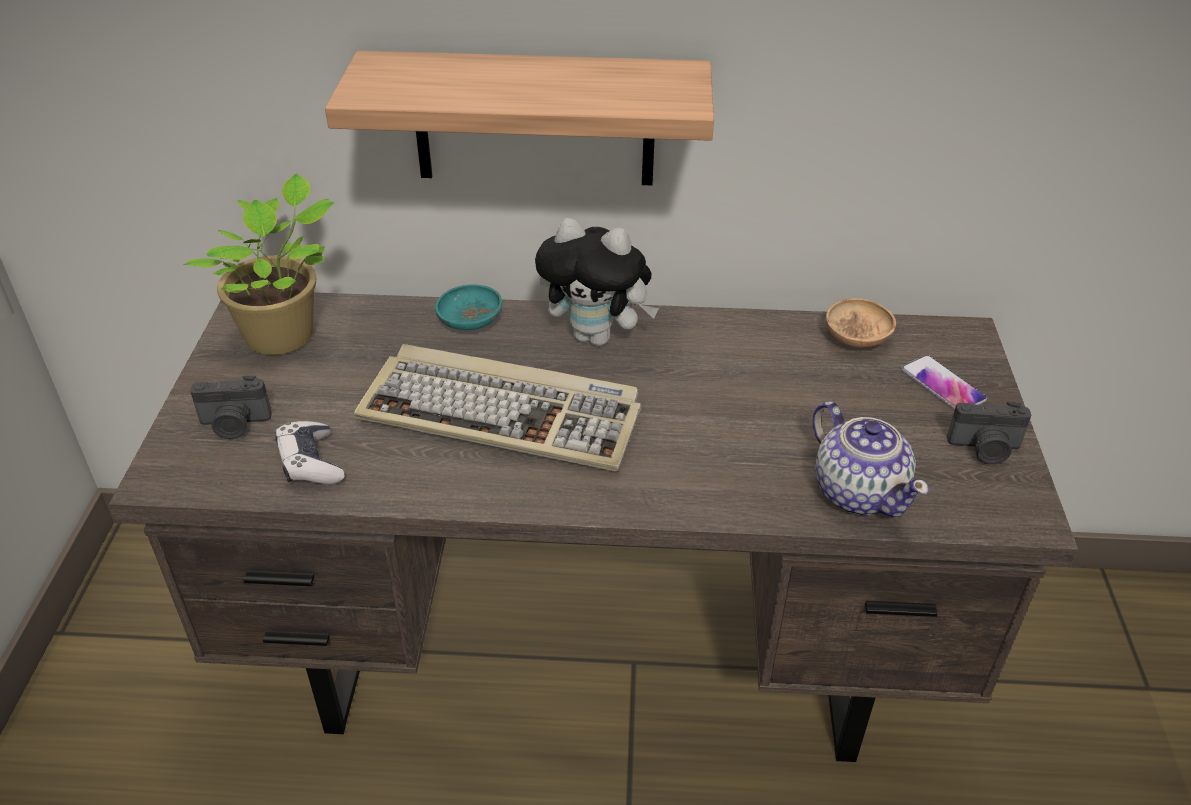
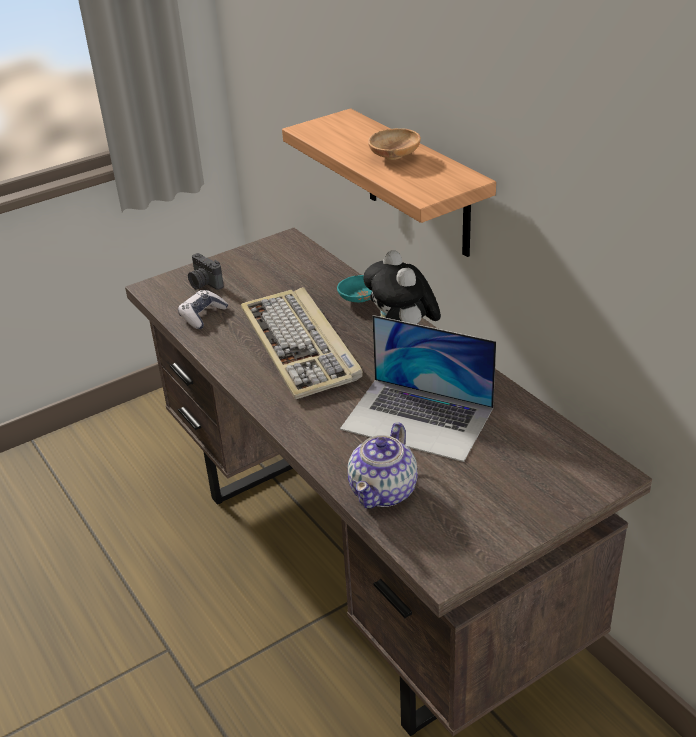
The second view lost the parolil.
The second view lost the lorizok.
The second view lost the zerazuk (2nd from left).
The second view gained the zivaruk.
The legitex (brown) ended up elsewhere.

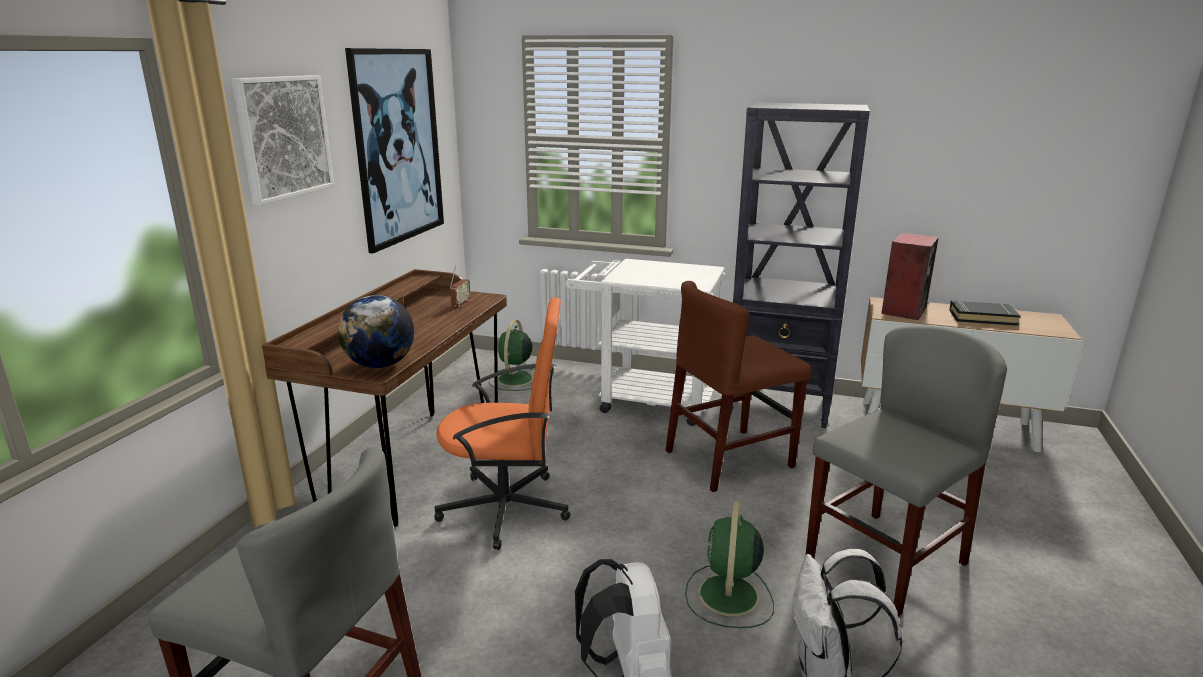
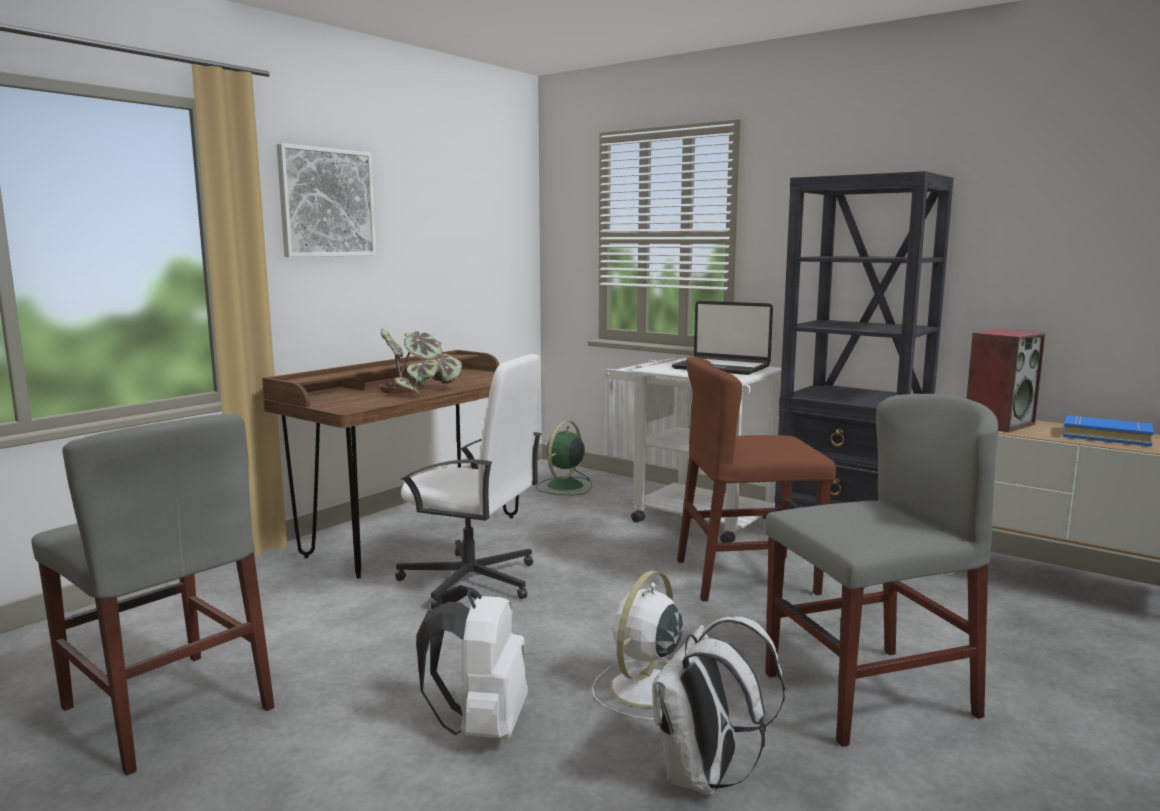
The second view lost the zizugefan.
The second view lost the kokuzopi (2nd from left).
The second view lost the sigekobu.
The second view gained the parolil.
The second view gained the zivaruk.
What was the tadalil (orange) turned into the tadalil (white).
What was the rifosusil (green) (2nd from left) turned into the rifosusil (white).
What was the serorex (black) turned into the serorex (blue).

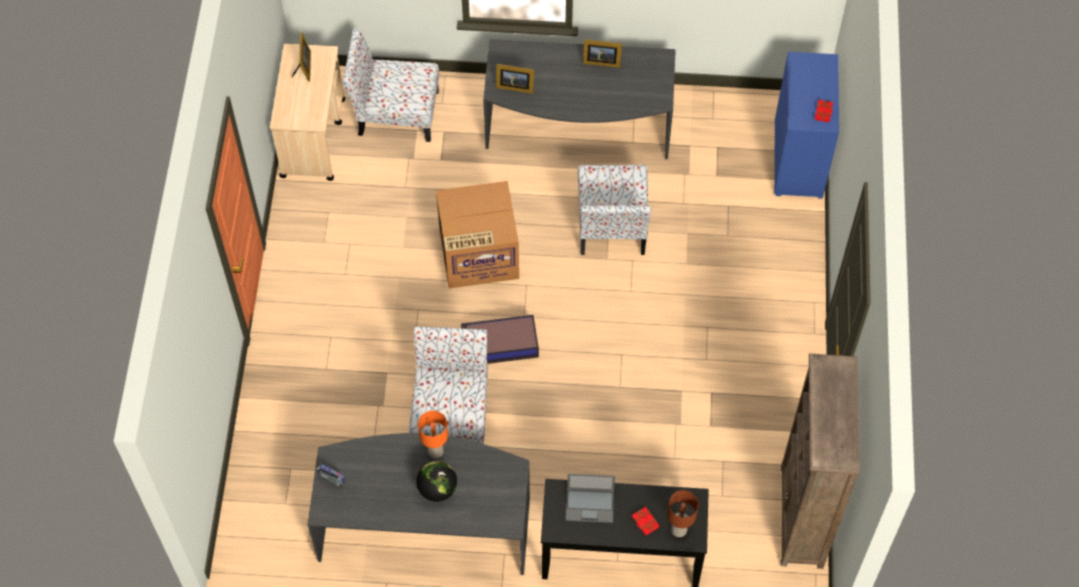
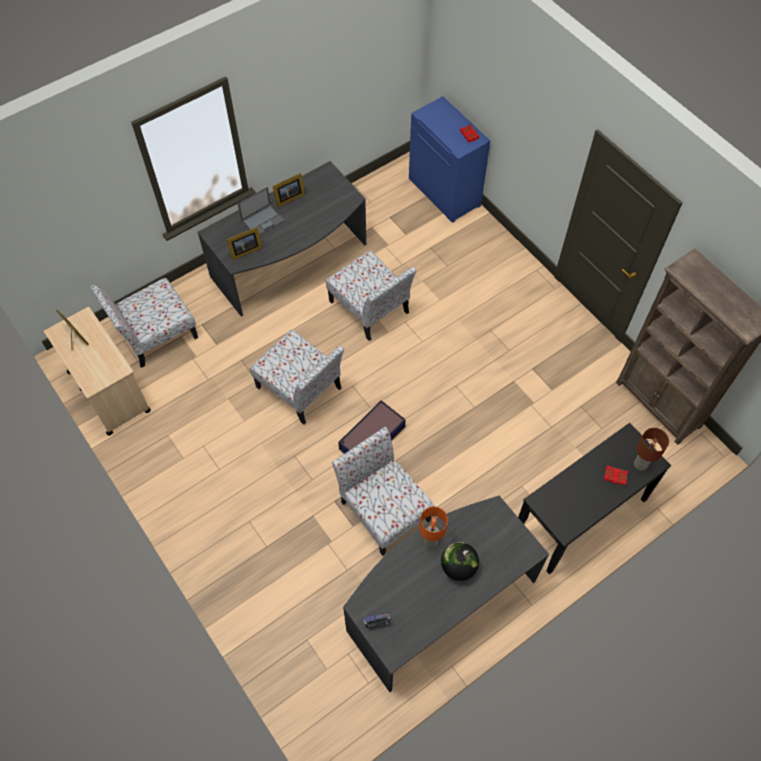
The zivaruk ended up elsewhere.
Where the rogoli stood, the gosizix (2nd from left) came to stand.

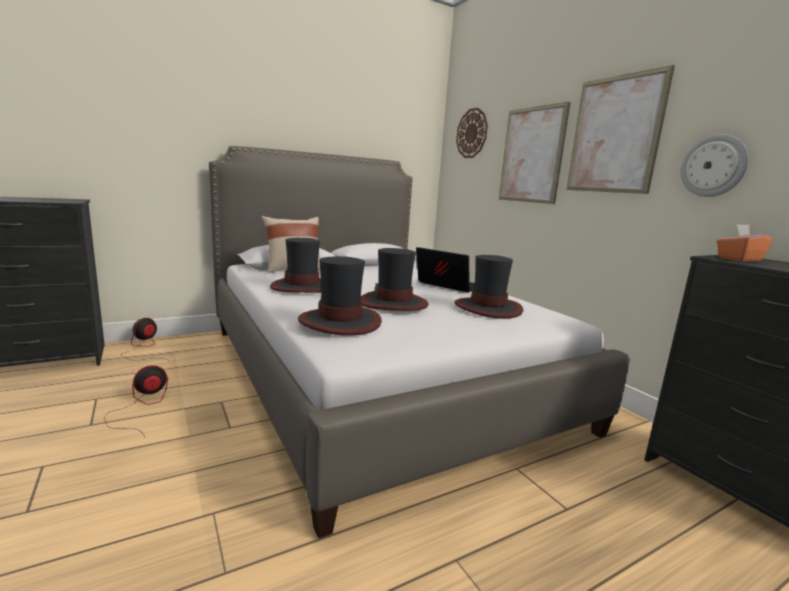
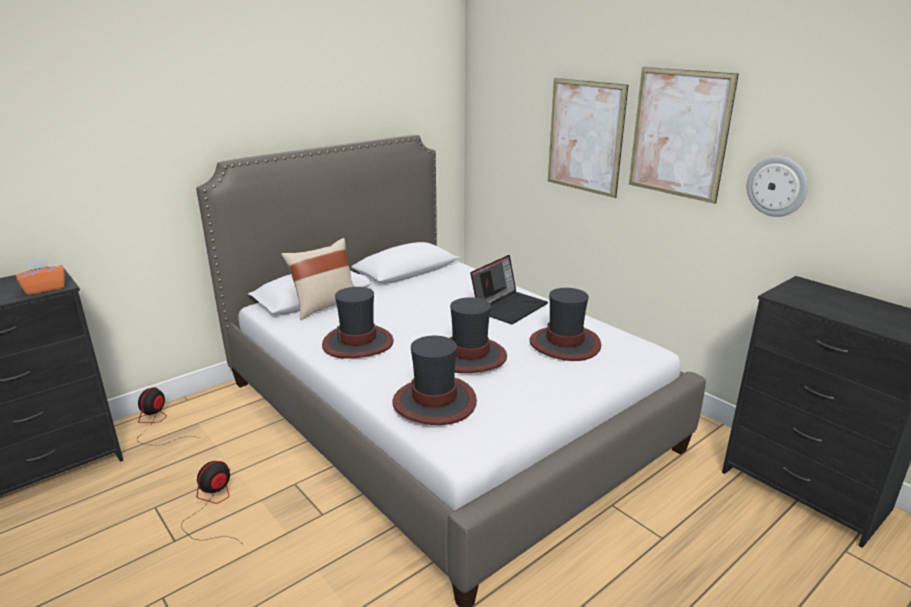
The second view lost the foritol (1st from left).
The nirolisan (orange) ended up elsewhere.
The zivaruk ended up facing another way, 105 degrees clockwise from before.

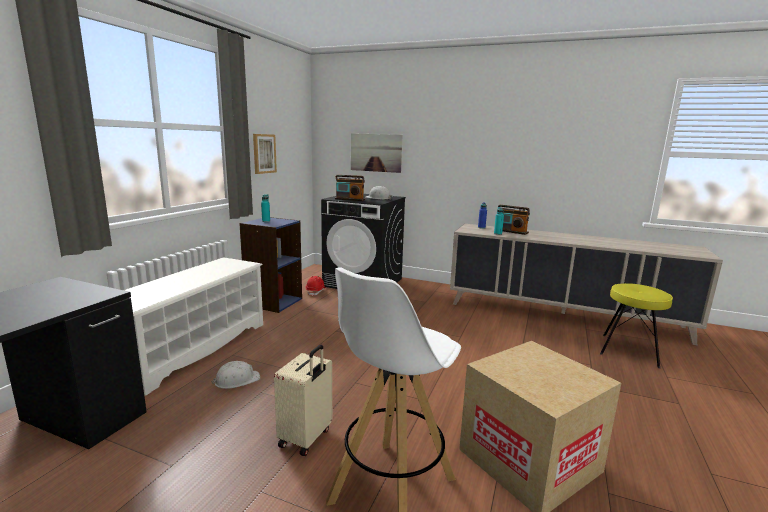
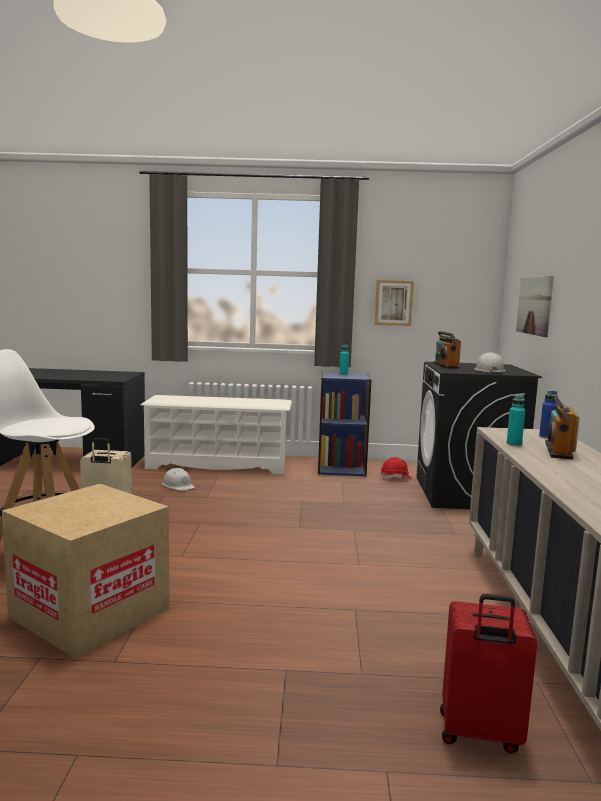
Where the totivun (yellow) stood, the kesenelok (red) came to stand.

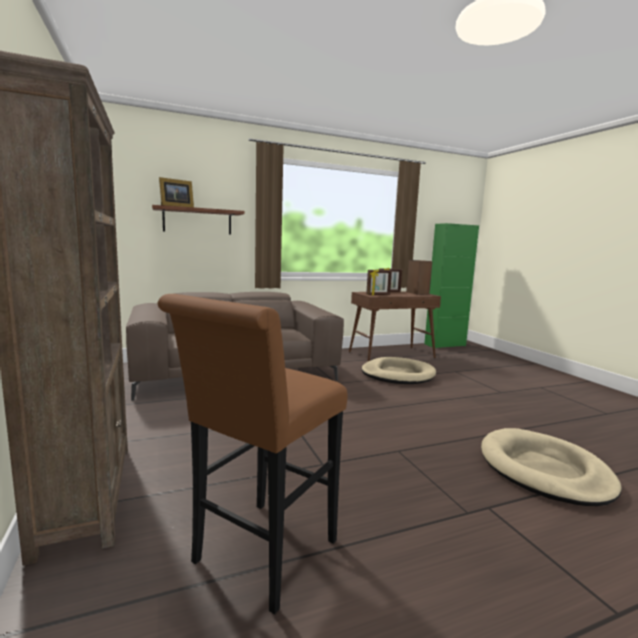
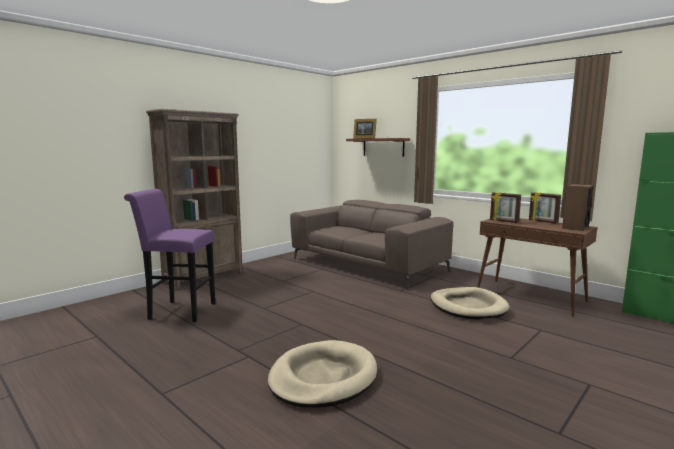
What was the totivun (brown) turned into the totivun (purple).

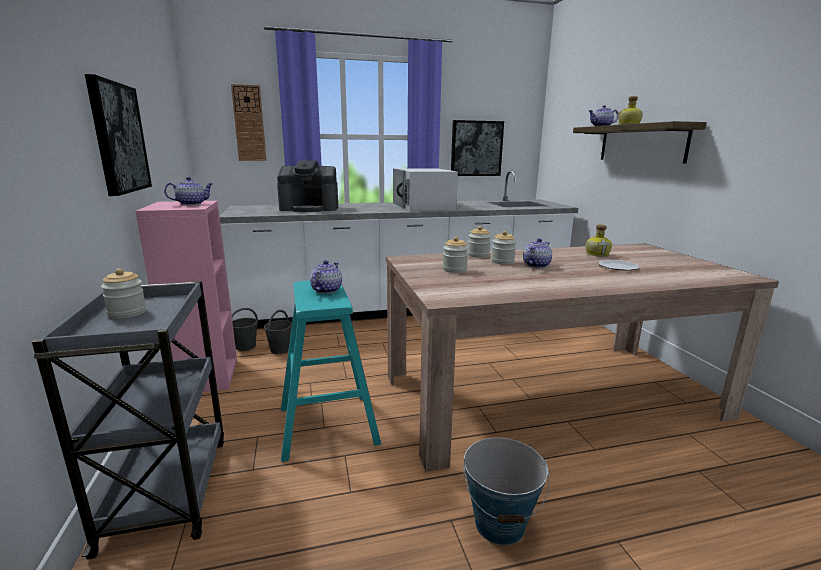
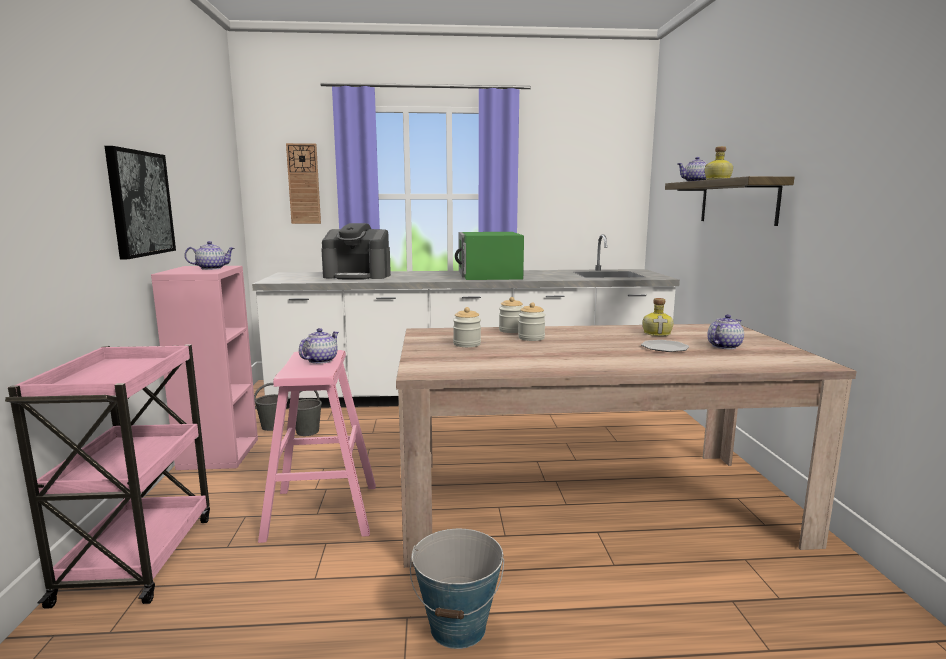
The second view lost the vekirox (1st from left).
The second view lost the kokuzopi (2nd from left).
The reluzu (3rd from left in the first image) ended up elsewhere.
What was the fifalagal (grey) turned into the fifalagal (pink).
What was the totivun (turquoise) turned into the totivun (pink).
What was the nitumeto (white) turned into the nitumeto (green).

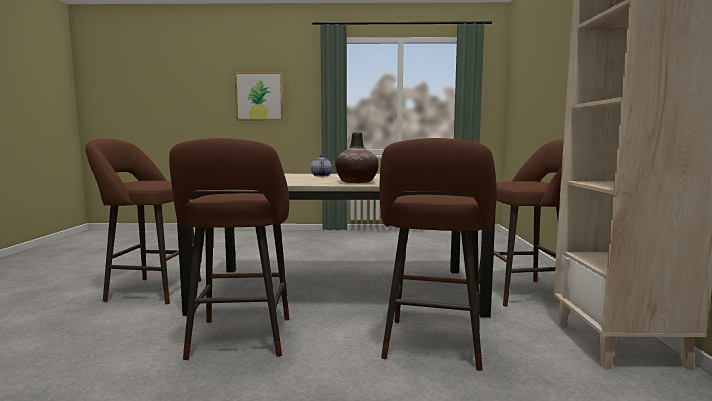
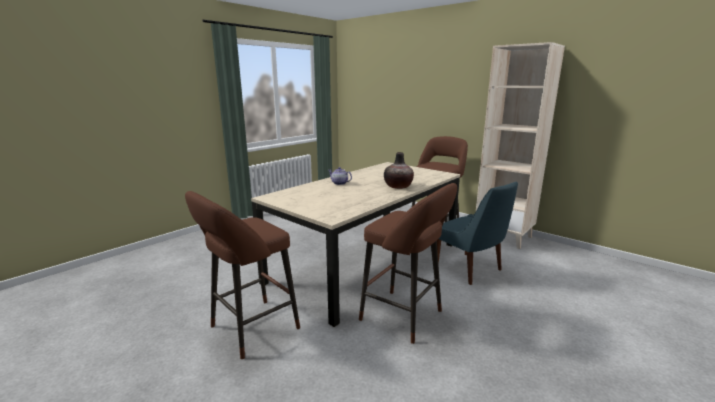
The second view lost the kokuzopi.
Where the totivun (brown) (3rd from left) stood, the gosizix (blue) came to stand.

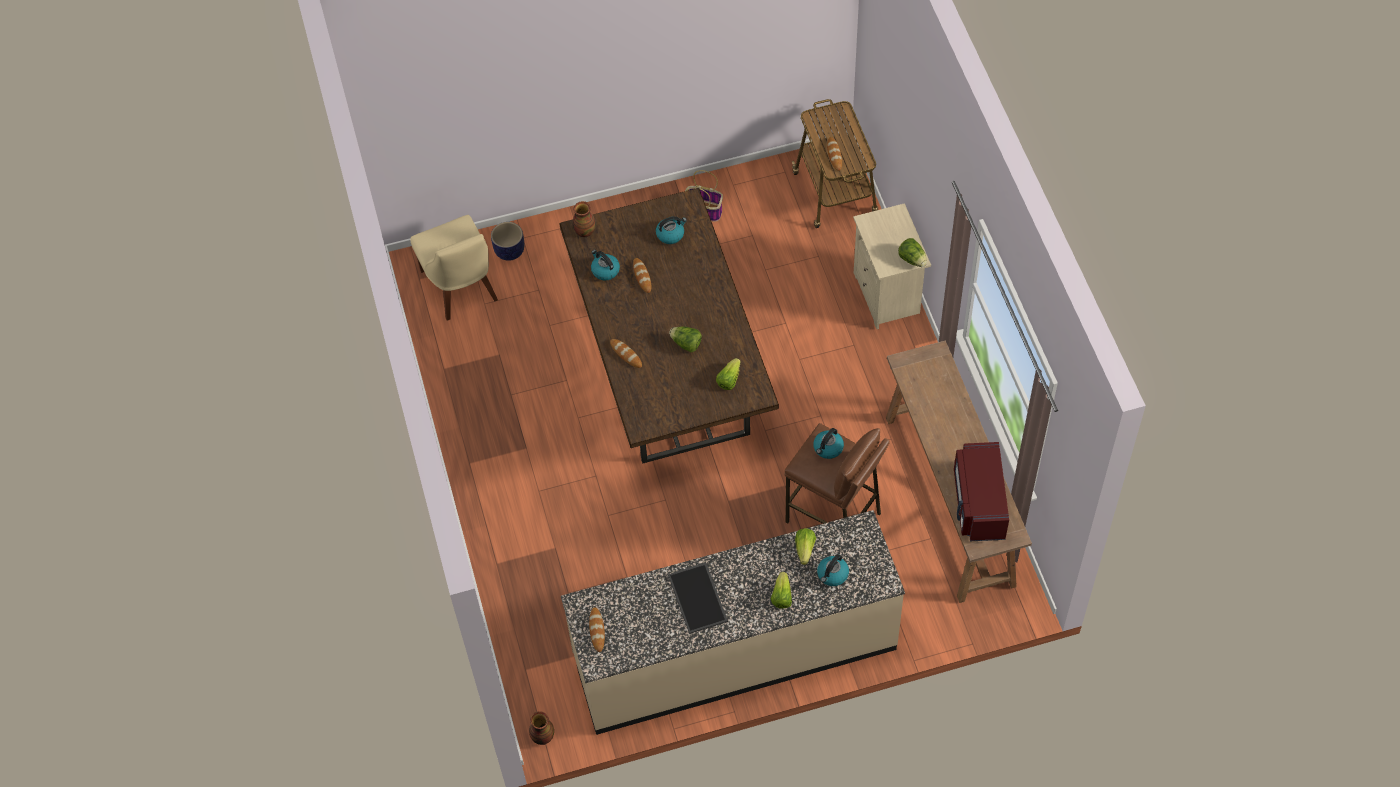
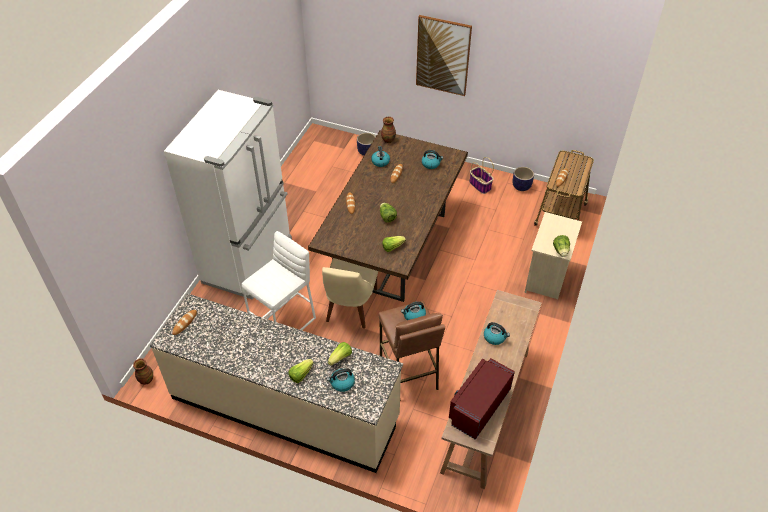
The second view lost the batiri.
The second view gained the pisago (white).
The second view gained the totivun (white).
The second view gained the kokuzopi.
The second view gained the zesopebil (5th from left).
The second view gained the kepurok (2nd from left).
The gosizix (beige) ended up elsewhere.

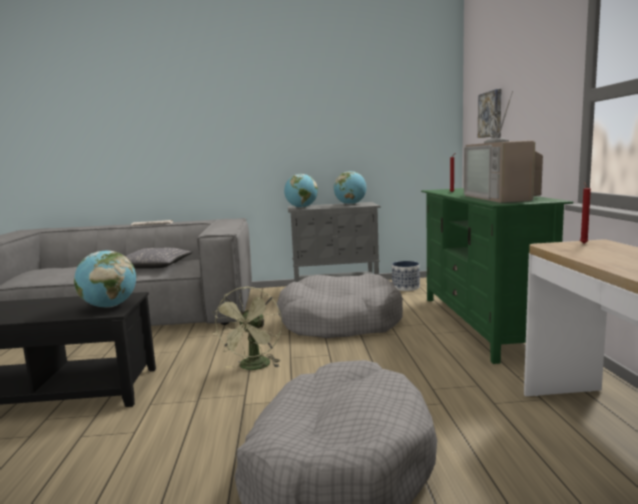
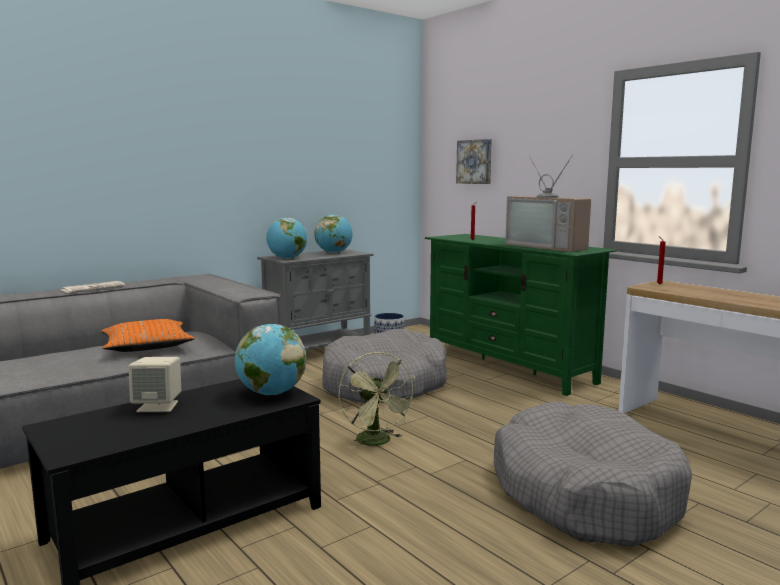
The second view gained the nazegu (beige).
What was the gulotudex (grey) turned into the gulotudex (orange).

